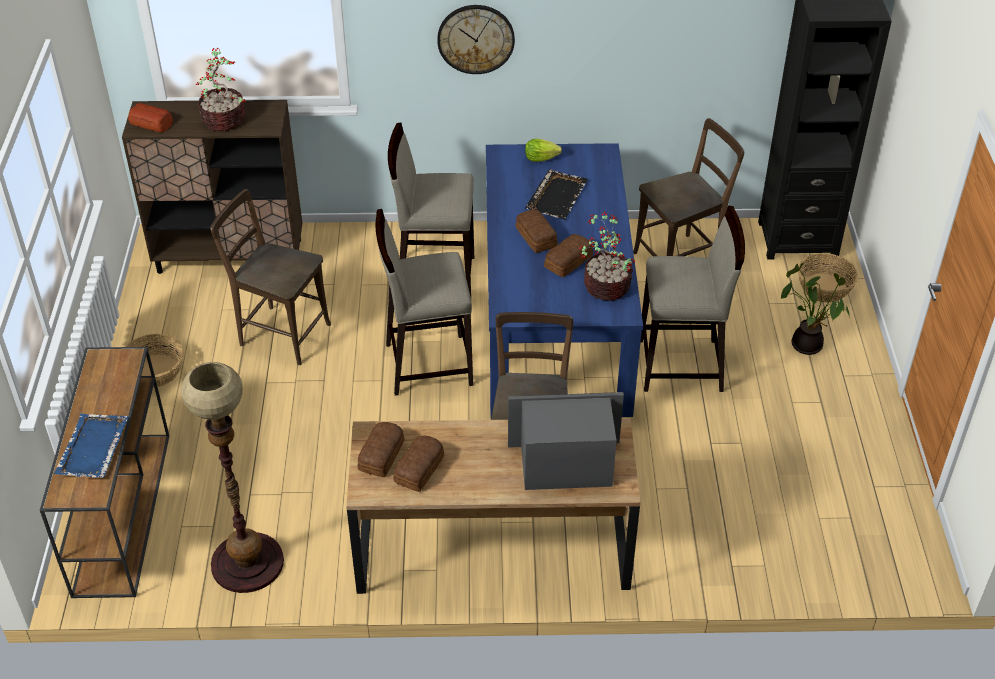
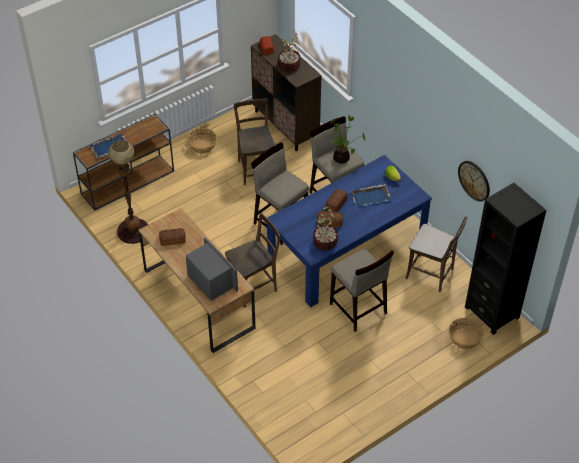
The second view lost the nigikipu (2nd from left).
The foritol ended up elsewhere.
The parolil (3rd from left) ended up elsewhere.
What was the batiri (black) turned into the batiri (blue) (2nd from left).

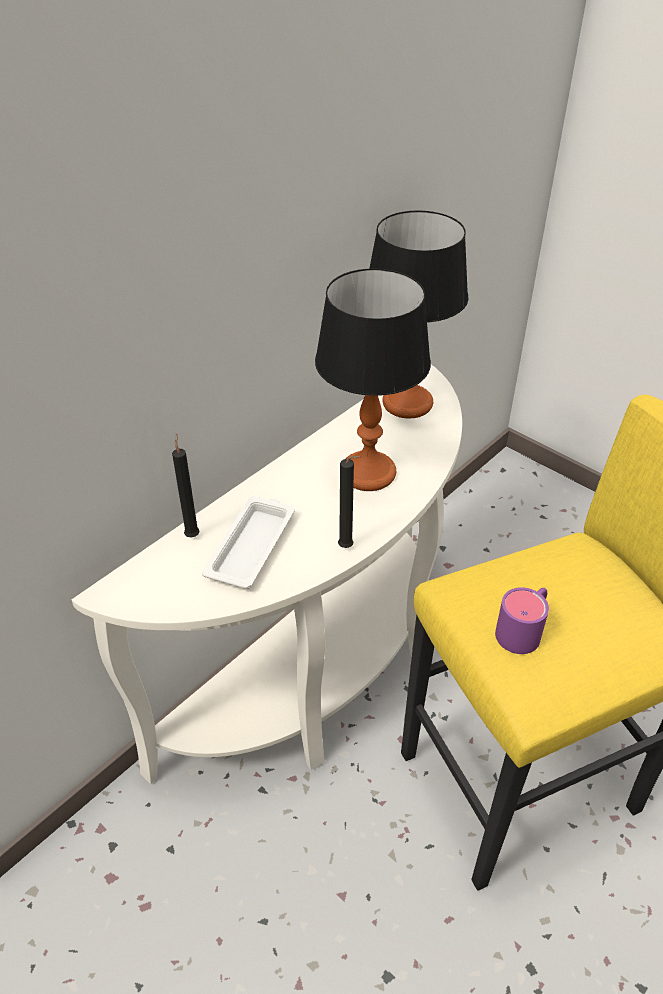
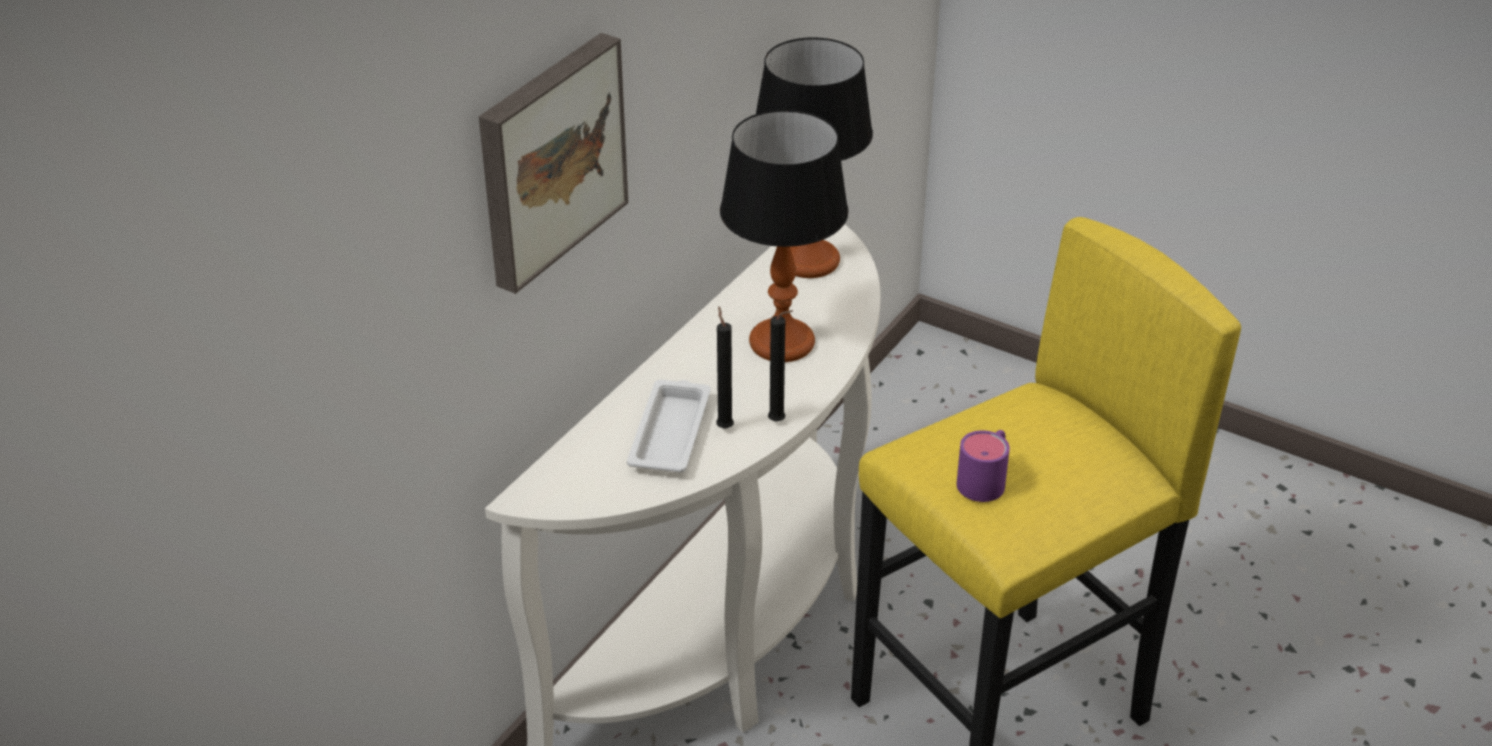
The second view gained the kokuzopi.
The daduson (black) (1st from left) ended up elsewhere.

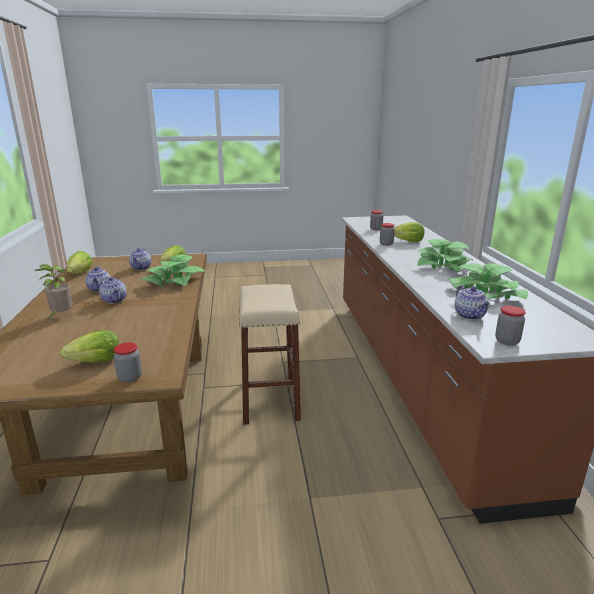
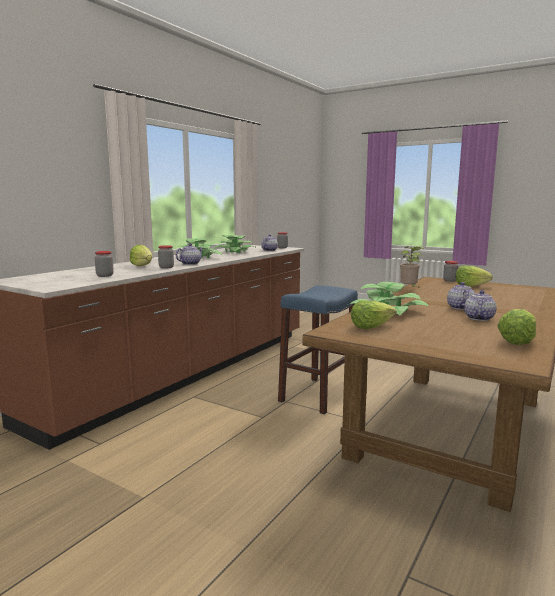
The parolil (1st from left in the first image) ended up elsewhere.
The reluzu (3rd from left in the first image) ended up elsewhere.
What was the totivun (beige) turned into the totivun (blue).

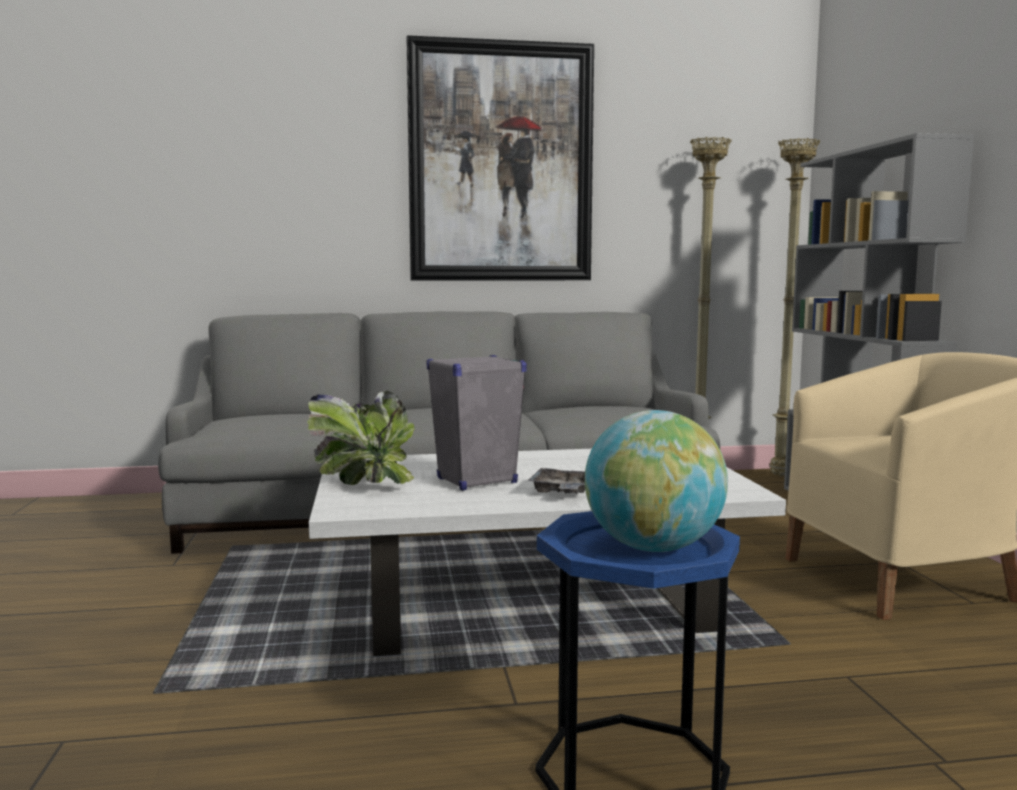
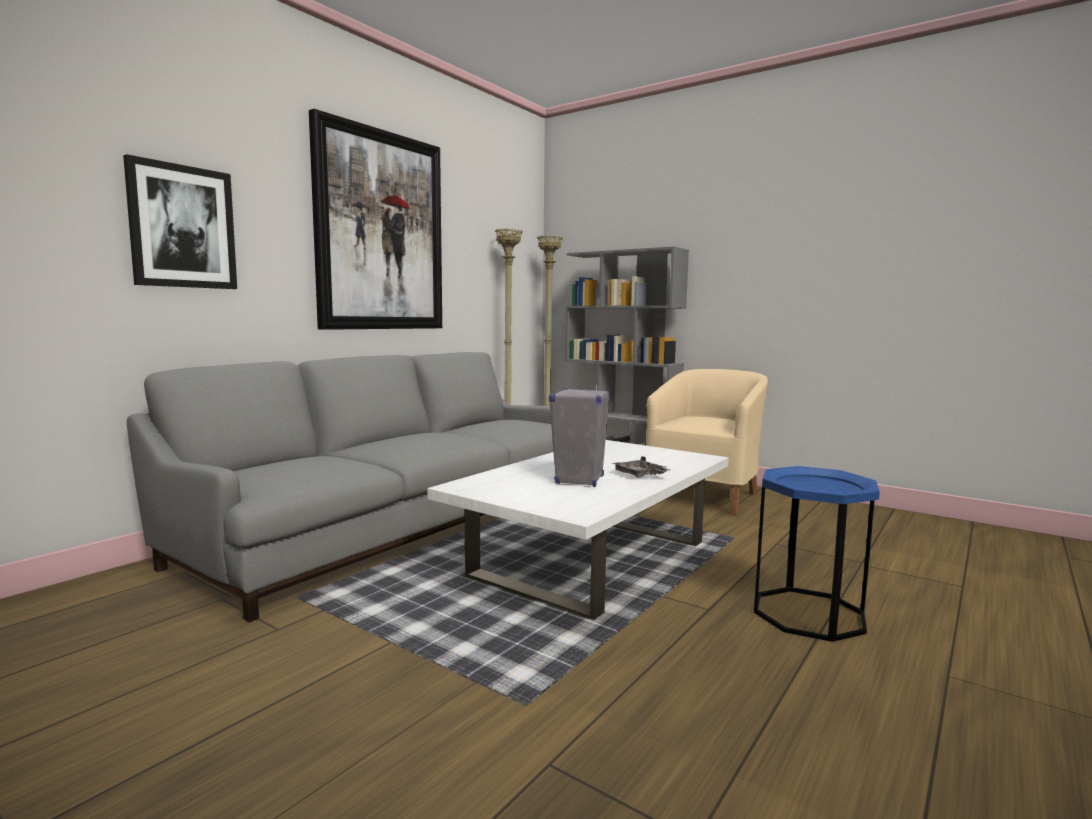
The second view lost the parolil.
The second view lost the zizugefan.
The second view gained the kokuzopi (1st from left).

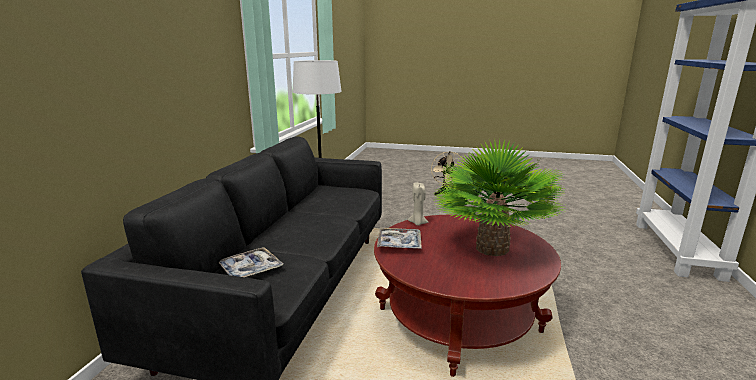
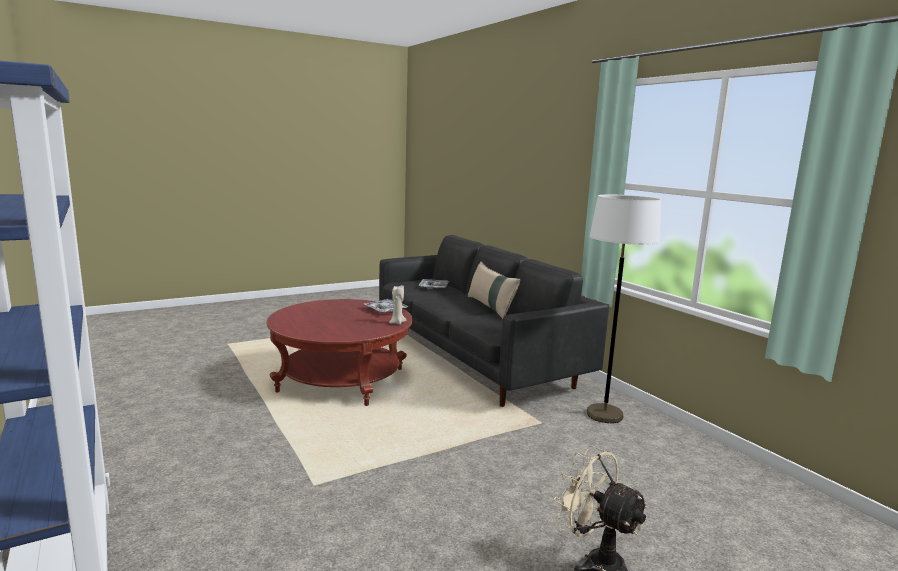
The second view lost the parolil.
The second view gained the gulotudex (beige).

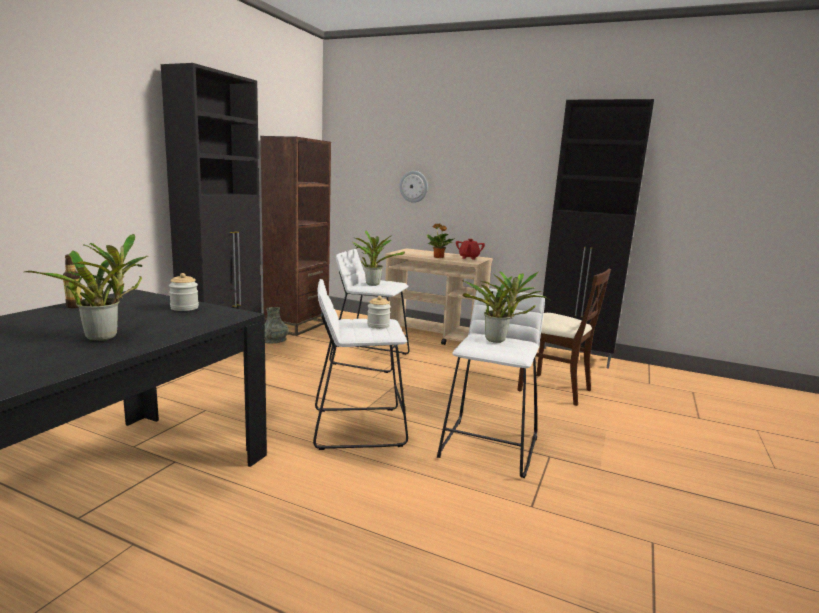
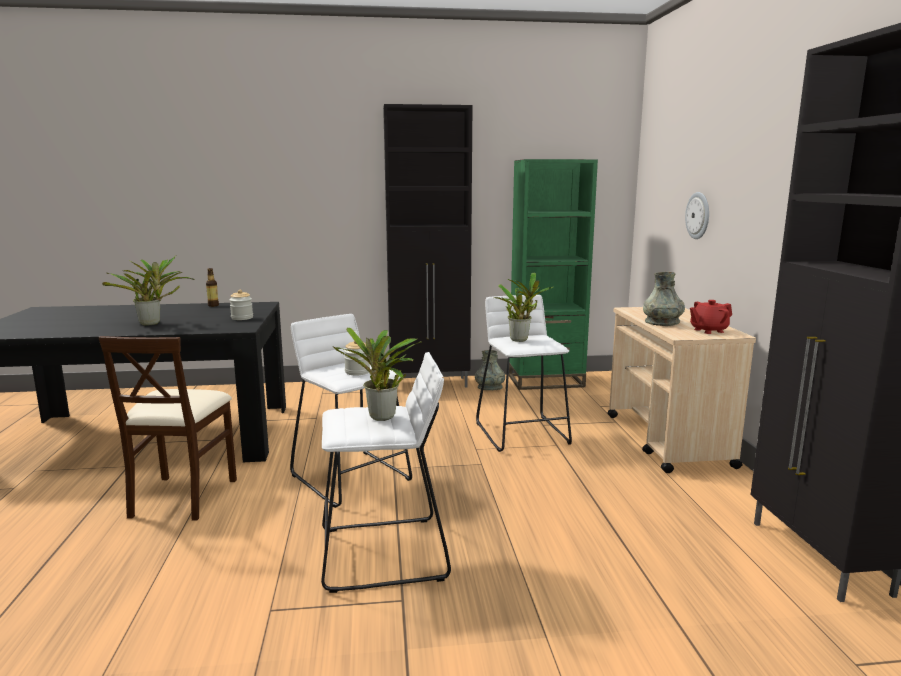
The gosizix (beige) ended up elsewhere.
Where the parolil (3rd from left) stood, the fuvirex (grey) (2nd from left) came to stand.
What was the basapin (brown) turned into the basapin (green).

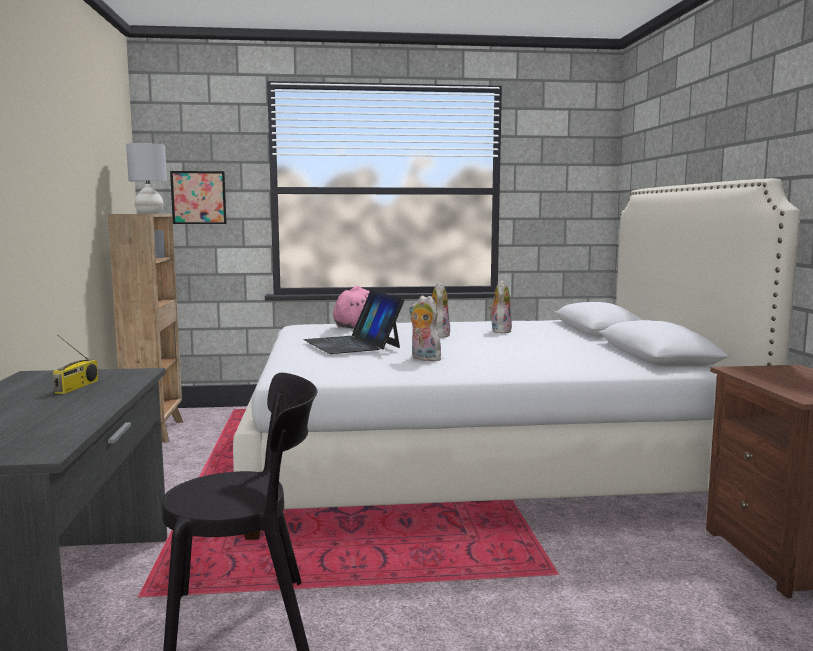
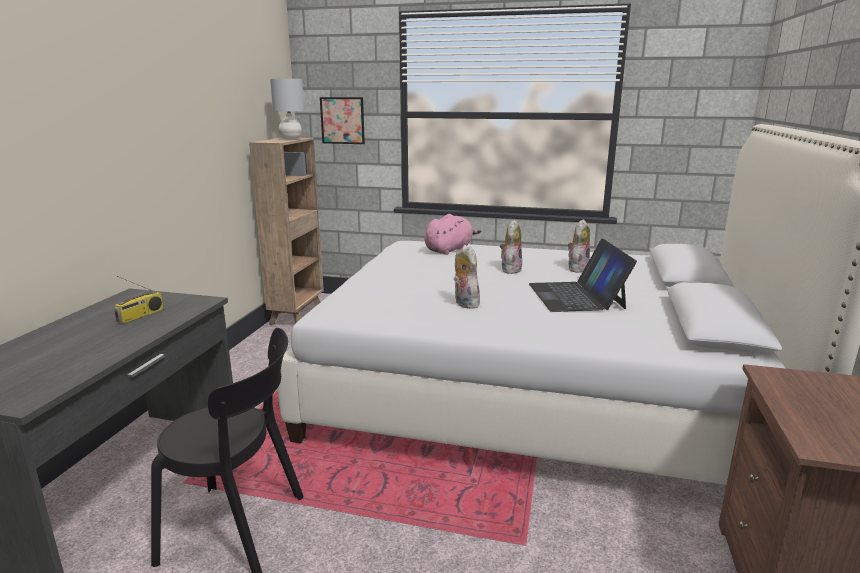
The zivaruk ended up elsewhere.

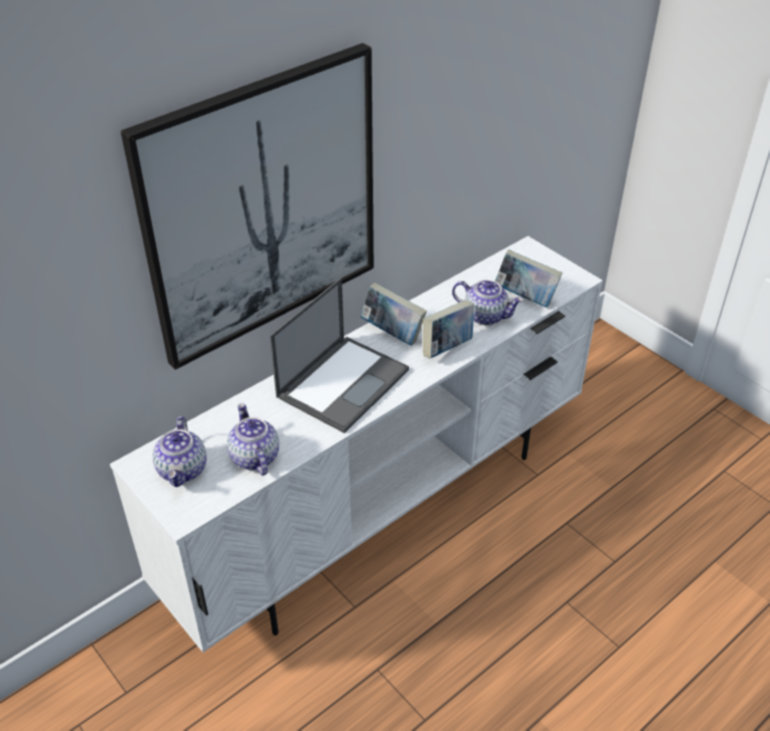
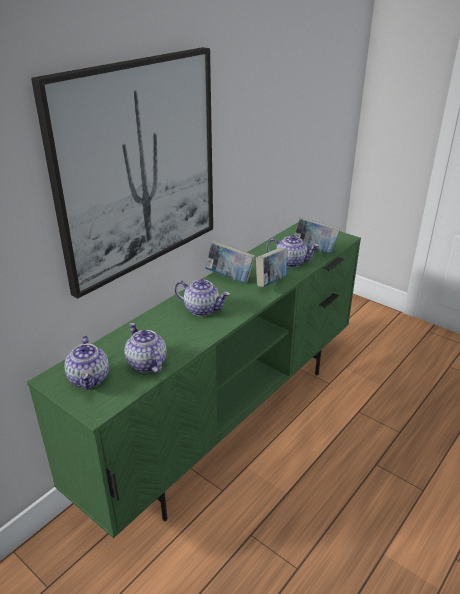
Where the zivaruk stood, the reluzu (3rd from left) came to stand.
What was the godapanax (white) turned into the godapanax (green).

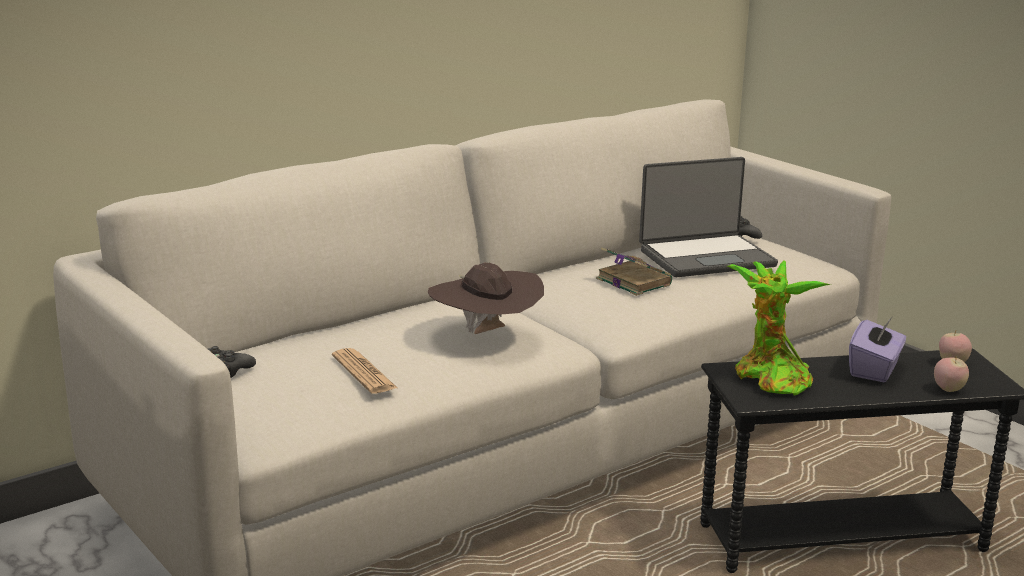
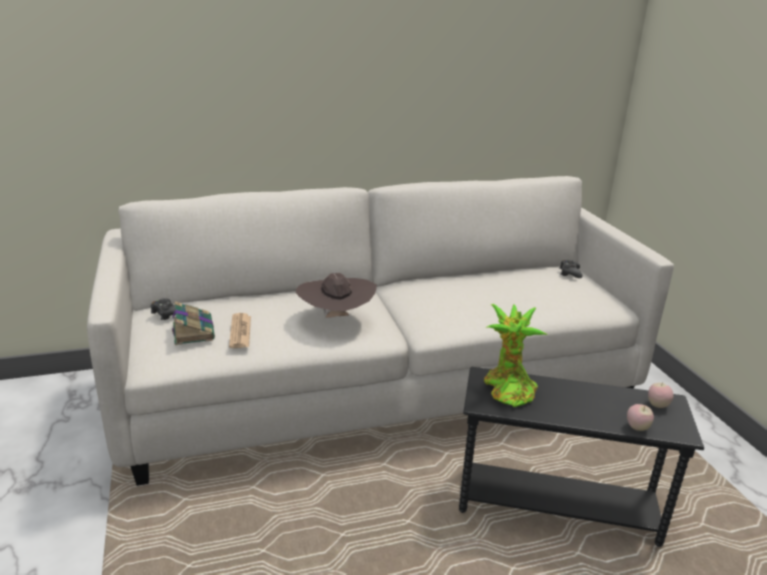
The second view lost the zivaruk.
The second view lost the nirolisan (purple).
The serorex ended up elsewhere.

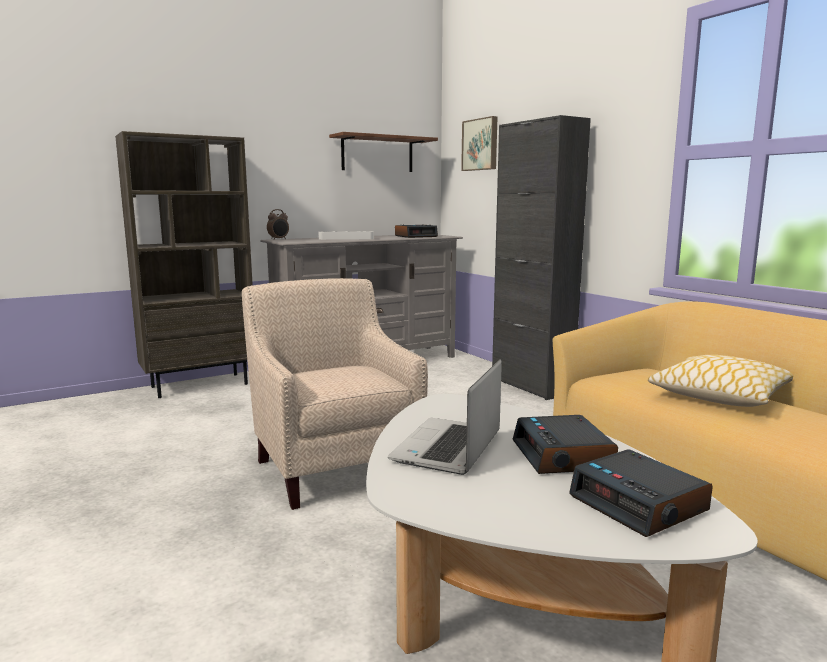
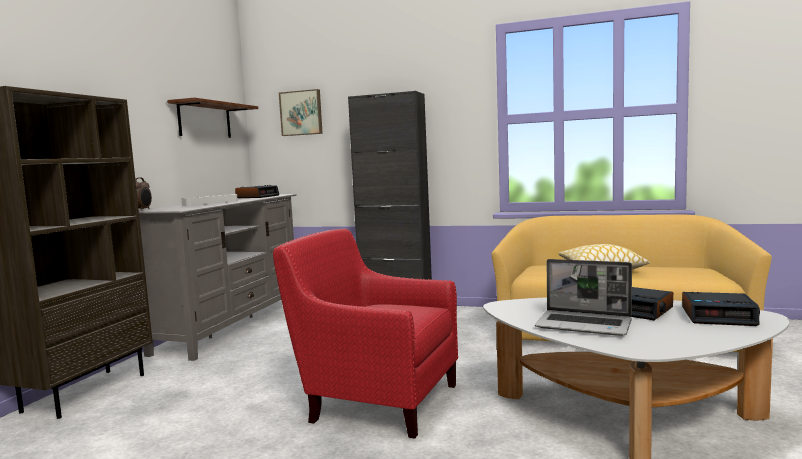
What was the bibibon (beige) turned into the bibibon (red).
The zivaruk ended up facing another way, 45 degrees counterclockwise from before.

